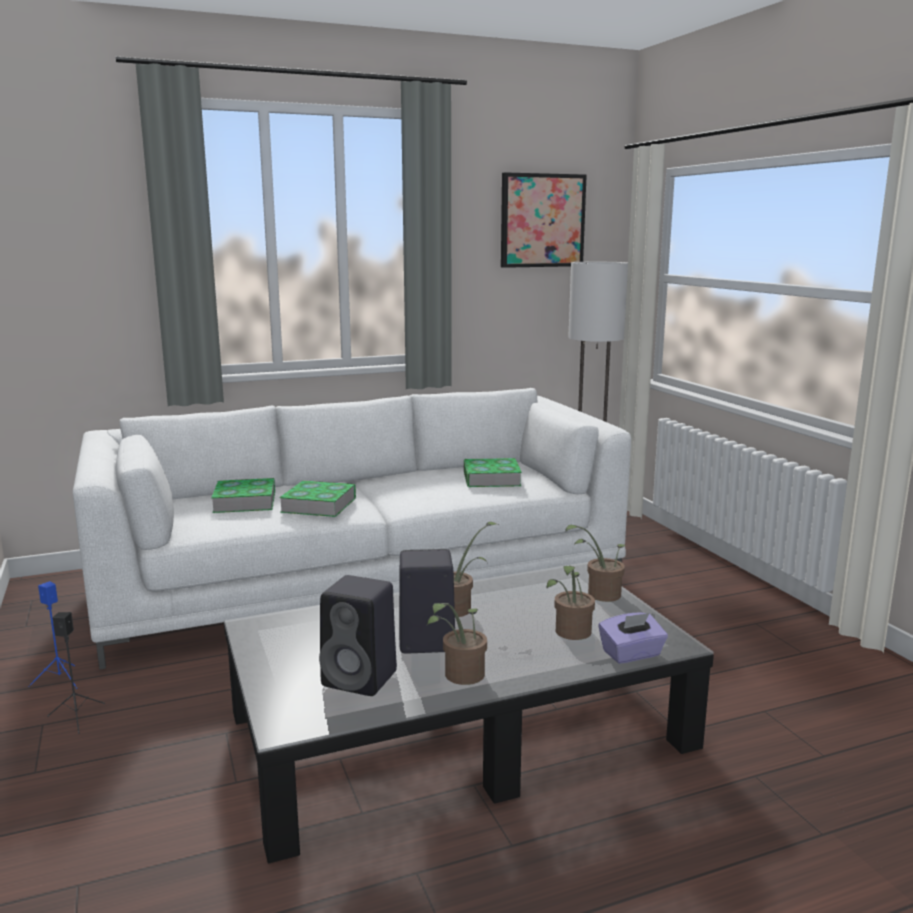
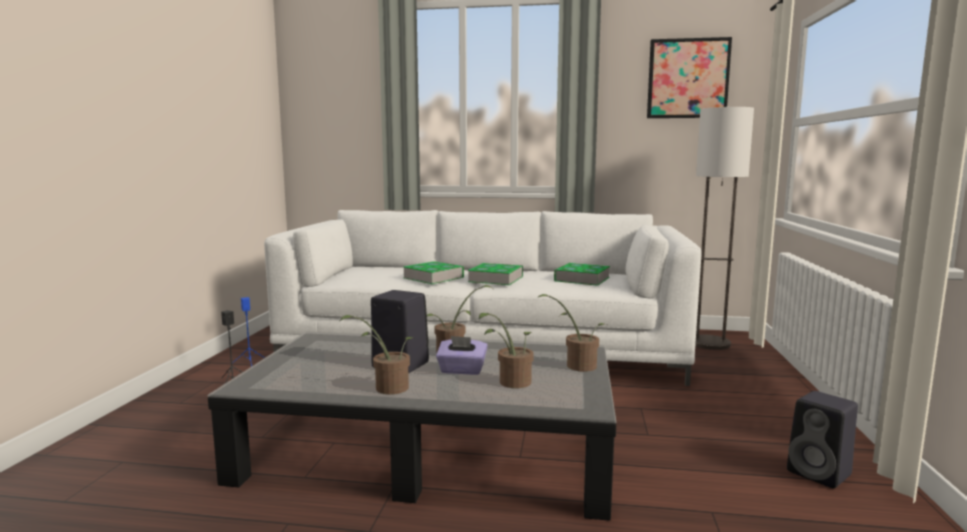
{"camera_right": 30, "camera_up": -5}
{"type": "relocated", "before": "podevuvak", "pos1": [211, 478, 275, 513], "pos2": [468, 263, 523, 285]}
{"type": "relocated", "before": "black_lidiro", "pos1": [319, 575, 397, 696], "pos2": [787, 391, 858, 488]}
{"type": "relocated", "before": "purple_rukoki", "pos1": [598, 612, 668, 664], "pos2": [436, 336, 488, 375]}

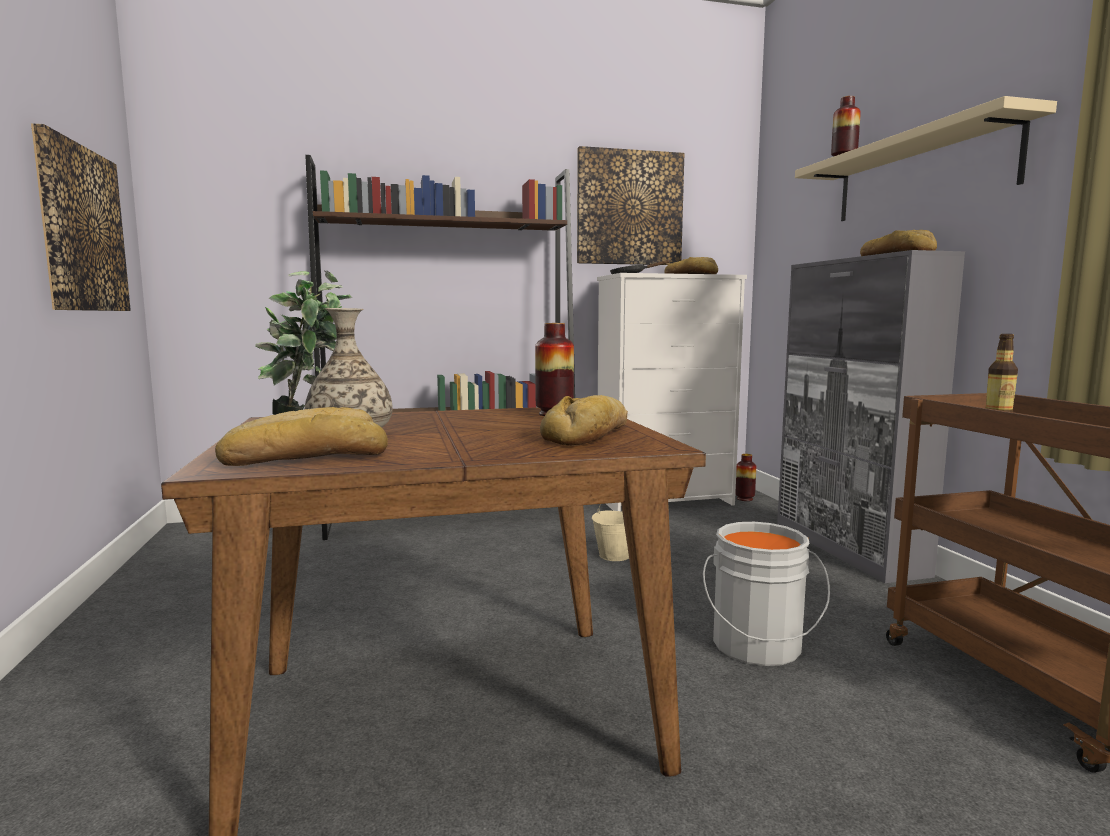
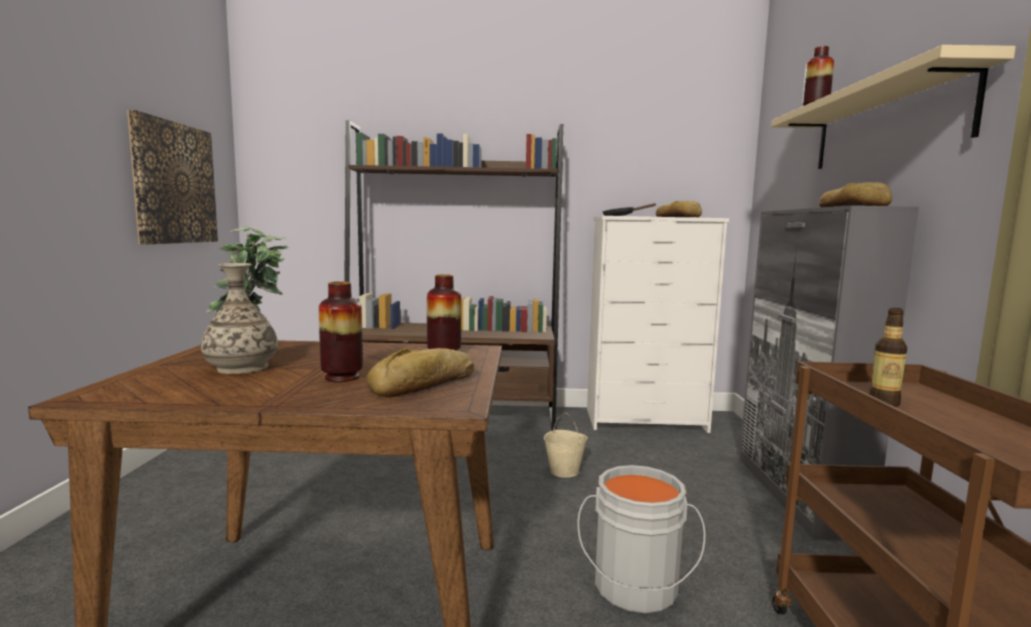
{"camera_right": 15, "camera_up": 0}
{"type": "missing", "before": "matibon", "pos1": [215, 407, 388, 466]}
{"type": "missing", "before": "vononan", "pos1": [577, 146, 685, 265]}
{"type": "relocated", "before": "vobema", "pos1": [735, 454, 756, 501], "pos2": [319, 282, 363, 382]}

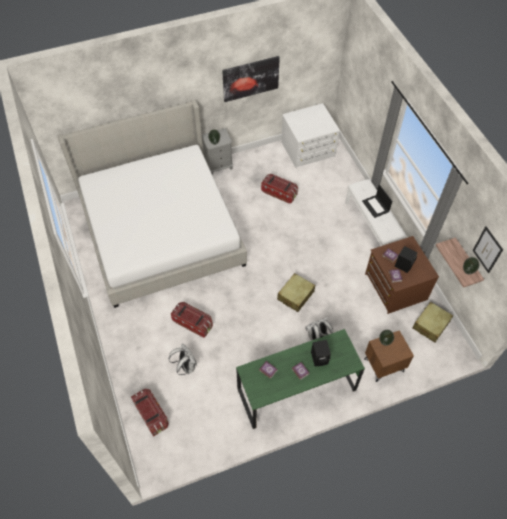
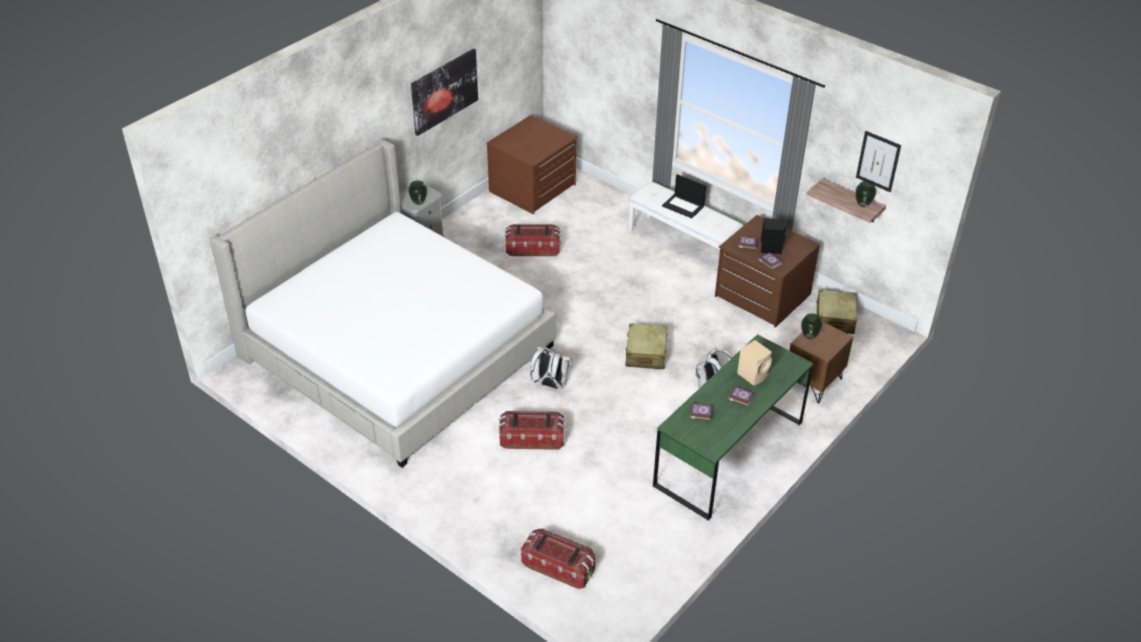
{"camera_right": -30, "camera_up": -15}
{"type": "relocated", "before": "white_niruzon", "pos1": [169, 343, 197, 375], "pos2": [530, 347, 572, 389]}
{"type": "colour", "before": "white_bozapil", "after": "brown_bozapil", "pos1": [281, 103, 340, 169], "pos2": [486, 115, 578, 215]}
{"type": "colour", "before": "black_lidiro", "after": "beige_lidiro", "pos1": [311, 340, 331, 366], "pos2": [737, 340, 772, 386]}

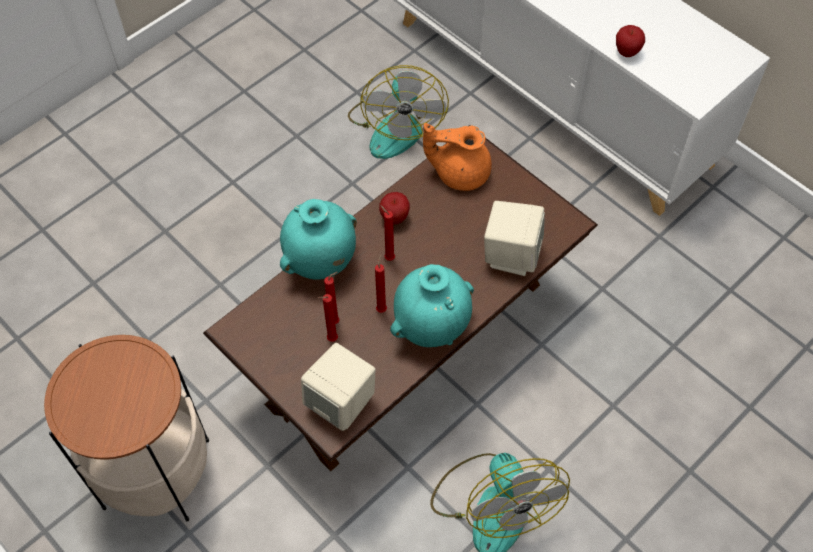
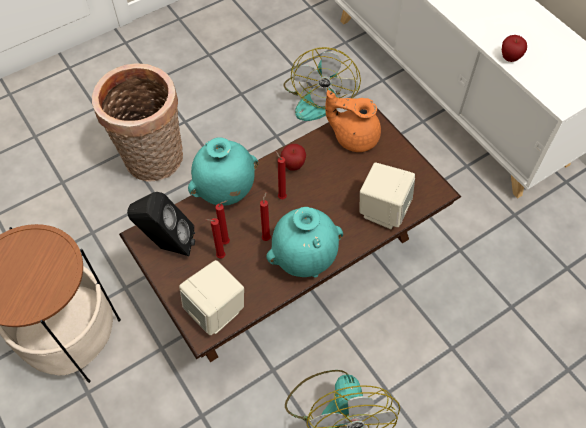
{"camera_right": 10, "camera_up": 0}
{"type": "appeared", "after": "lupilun", "pos2": [92, 63, 183, 182]}
{"type": "appeared", "after": "black_lidiro", "pos2": [127, 192, 195, 256]}

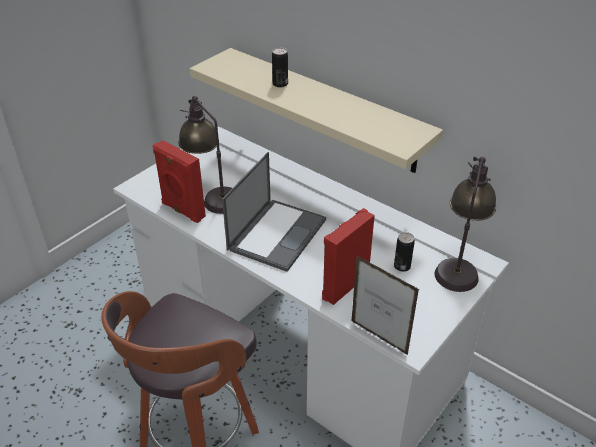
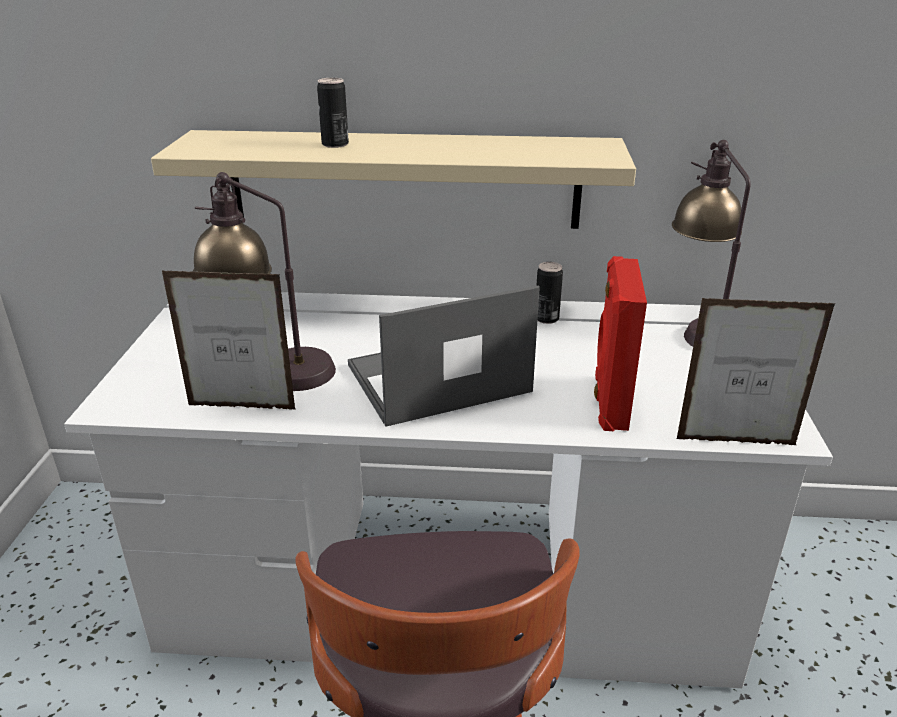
{"camera_right": -35, "camera_up": -10}
{"type": "exchanged", "before": "red_lidiro", "after": "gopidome", "pos1": [153, 140, 206, 223], "pos2": [162, 271, 296, 410]}
{"type": "spun", "before": "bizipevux", "pos1": [222, 152, 326, 272], "pos2": [348, 285, 540, 427], "turn": -105}
{"type": "relocated", "before": "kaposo", "pos1": [394, 232, 415, 272], "pos2": [536, 262, 563, 324]}

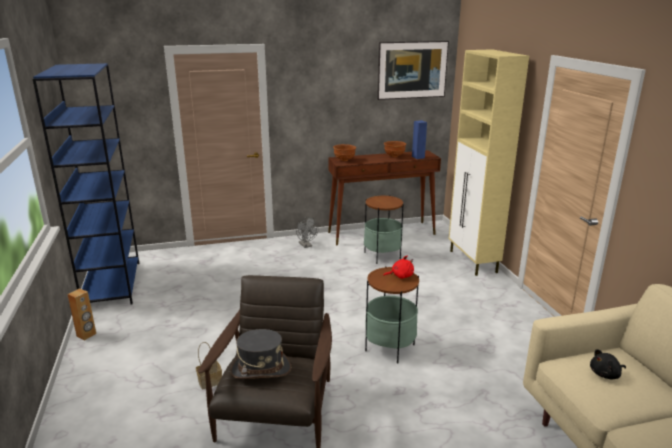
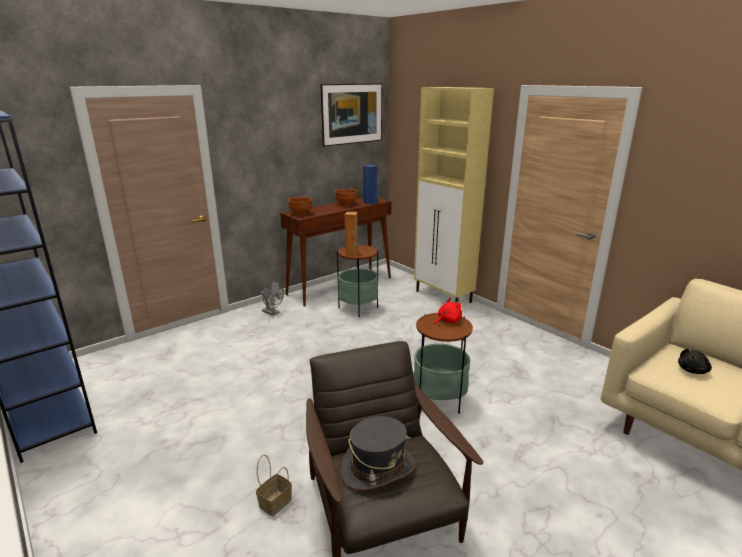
{"camera_right": -25, "camera_up": 0}
{"type": "relocated", "before": "brown_lidiro", "pos1": [67, 288, 96, 341], "pos2": [345, 212, 358, 256]}

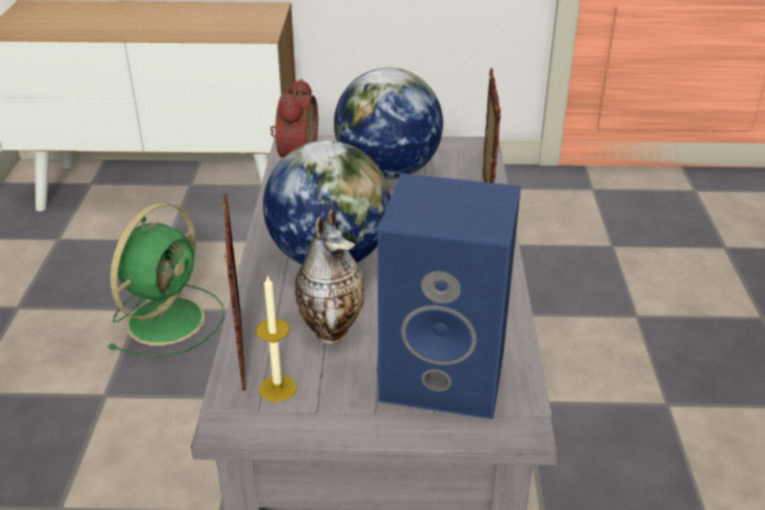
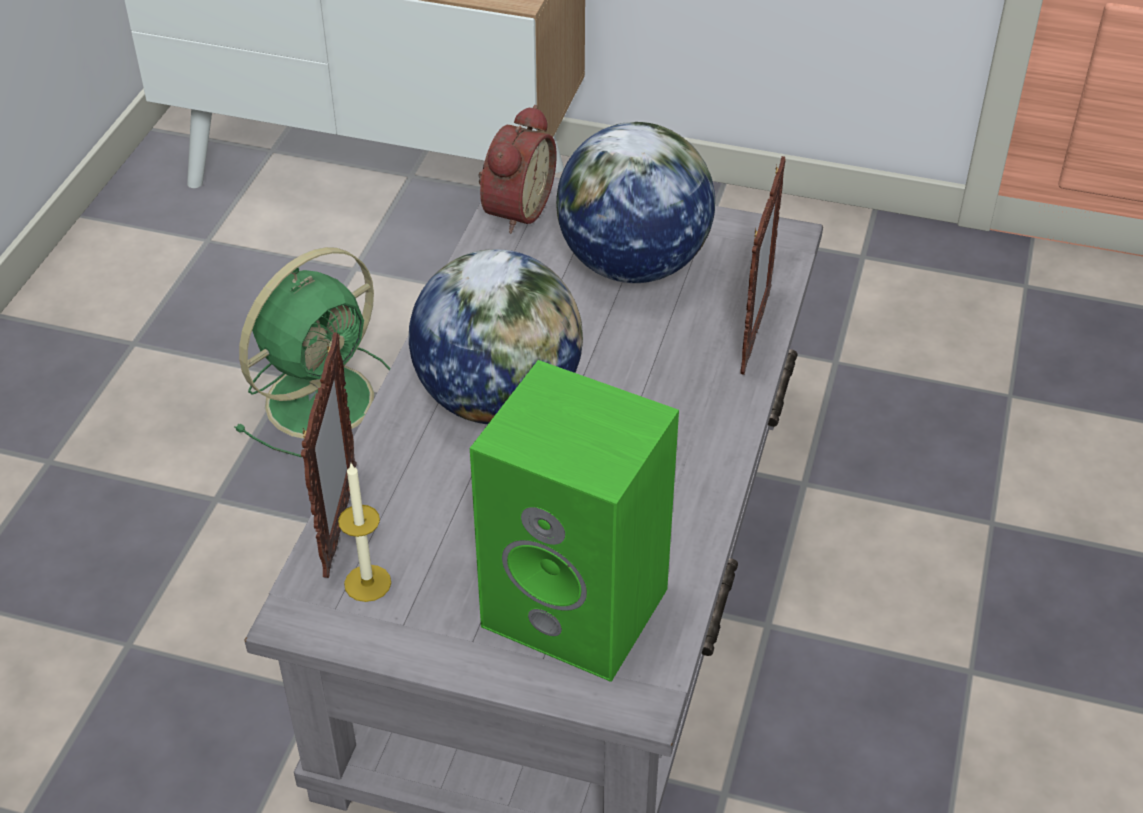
{"camera_right": 15, "camera_up": 10}
{"type": "missing", "before": "vobema", "pos1": [295, 209, 365, 344]}
{"type": "colour", "before": "blue_lidiro", "after": "green_lidiro", "pos1": [378, 173, 521, 419], "pos2": [470, 360, 679, 682]}

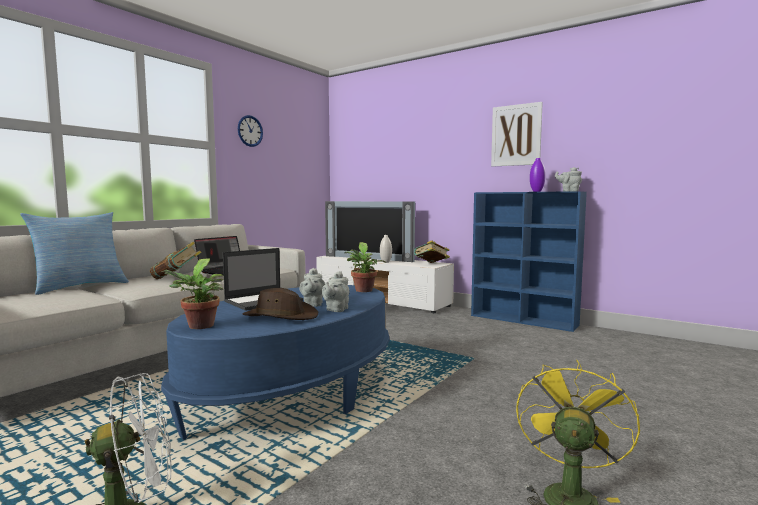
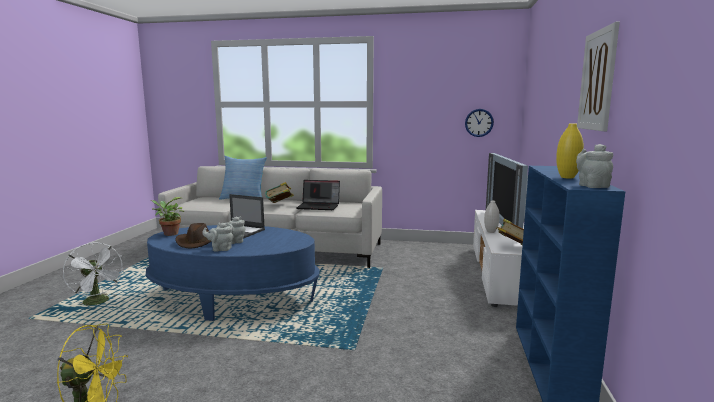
{"camera_right": 65, "camera_up": 5}
{"type": "relocated", "before": "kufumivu", "pos1": [238, 115, 263, 147], "pos2": [465, 109, 494, 137]}
{"type": "missing", "before": "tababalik", "pos1": [344, 242, 386, 292]}
{"type": "colour", "before": "purple_vobema", "after": "yellow_vobema", "pos1": [530, 158, 546, 192], "pos2": [556, 123, 584, 179]}

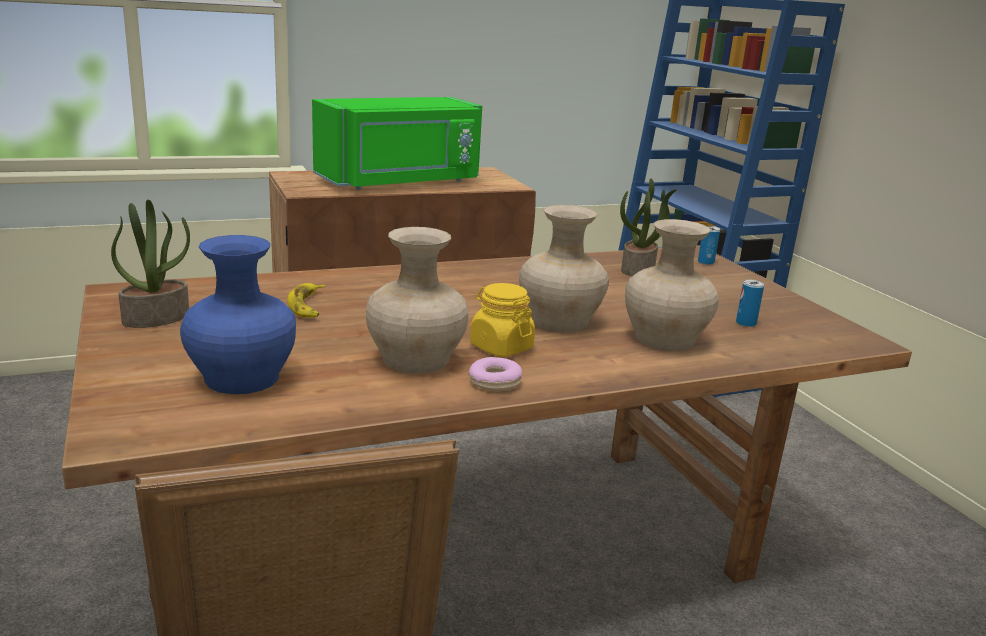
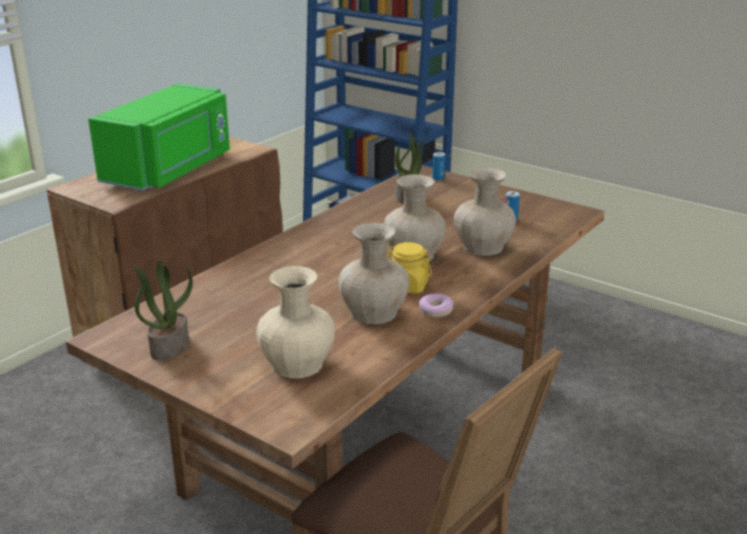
{"camera_right": -30, "camera_up": 5}
{"type": "colour", "before": "blue_vobema", "after": "beige_vobema", "pos1": [180, 235, 296, 394], "pos2": [256, 266, 335, 379]}
{"type": "missing", "before": "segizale", "pos1": [287, 283, 325, 318]}

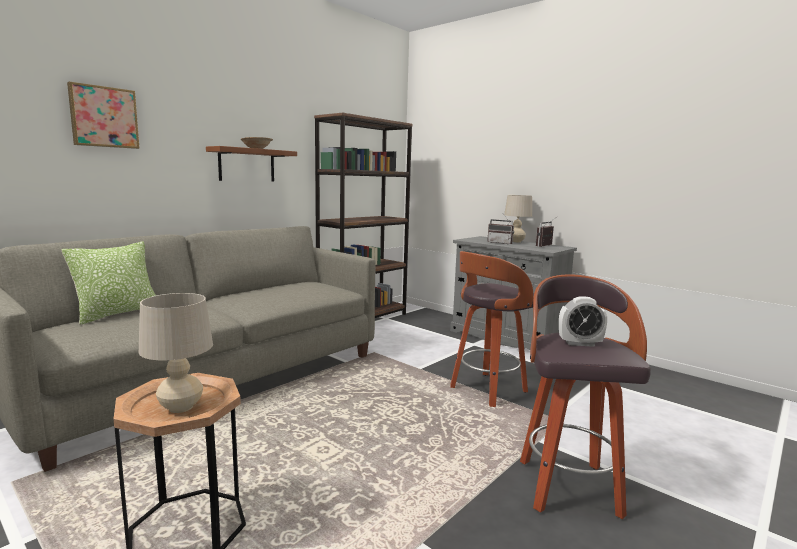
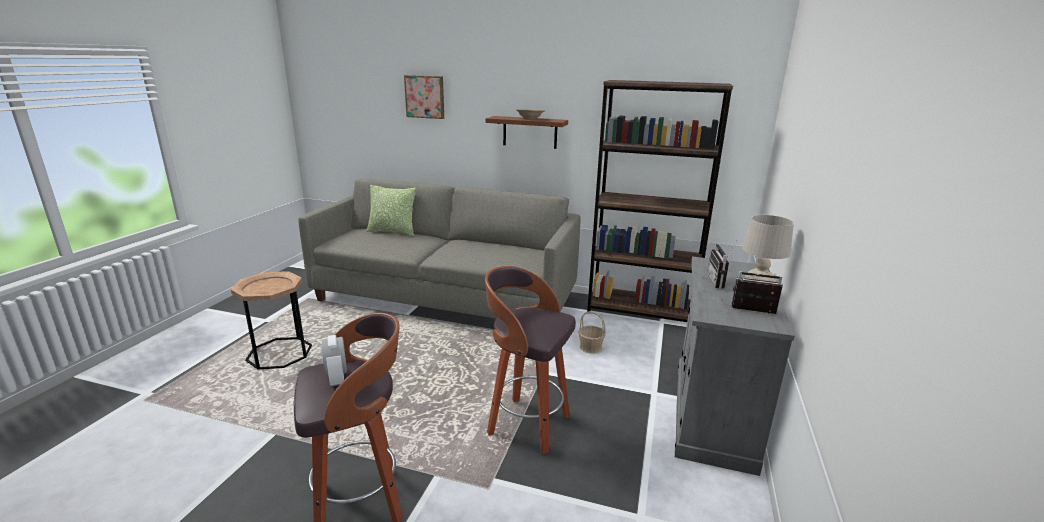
{"camera_right": 65, "camera_up": 10}
{"type": "missing", "before": "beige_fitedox", "pos1": [139, 293, 213, 413]}
{"type": "appeared", "after": "lupilun", "pos2": [578, 311, 606, 353]}

